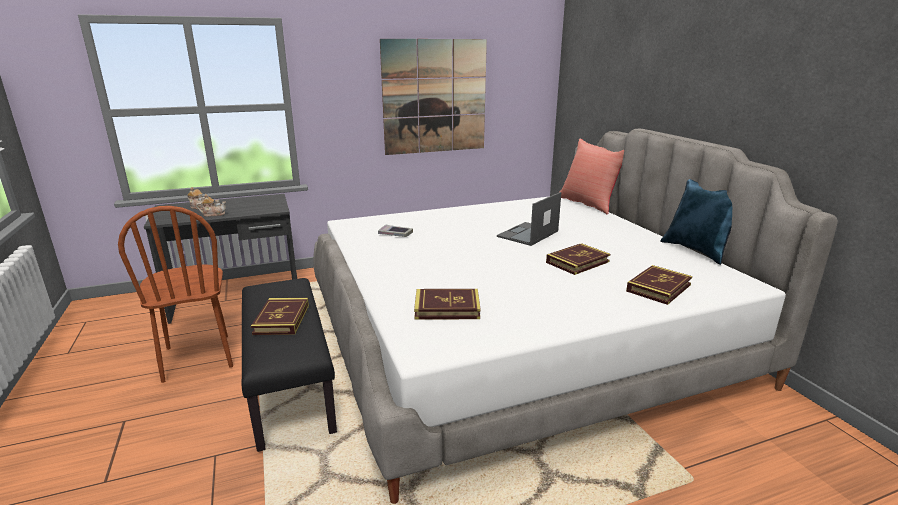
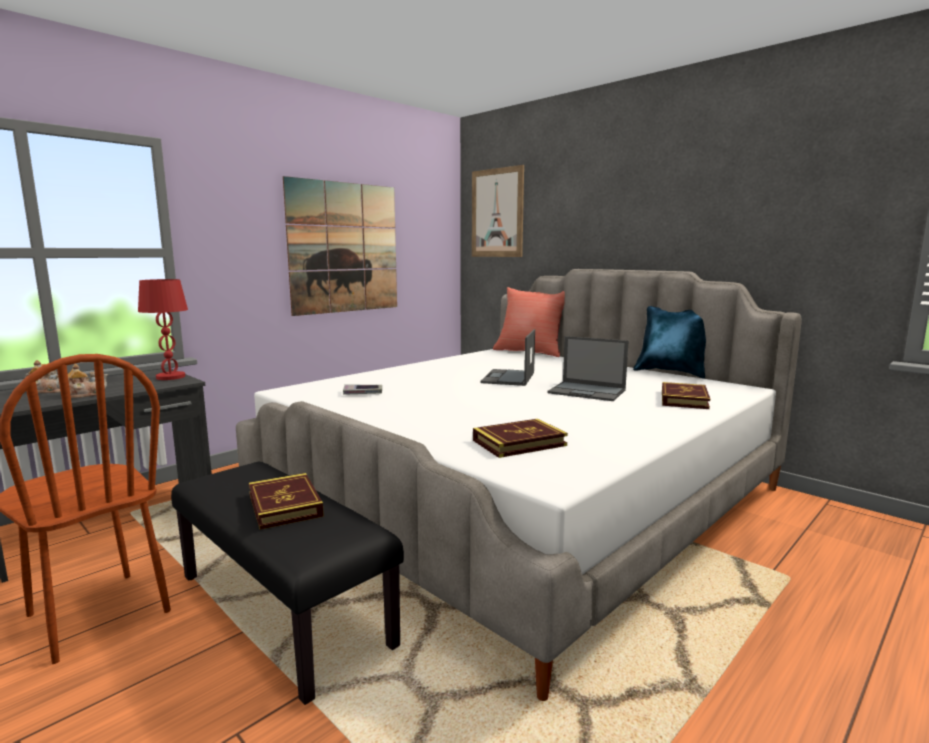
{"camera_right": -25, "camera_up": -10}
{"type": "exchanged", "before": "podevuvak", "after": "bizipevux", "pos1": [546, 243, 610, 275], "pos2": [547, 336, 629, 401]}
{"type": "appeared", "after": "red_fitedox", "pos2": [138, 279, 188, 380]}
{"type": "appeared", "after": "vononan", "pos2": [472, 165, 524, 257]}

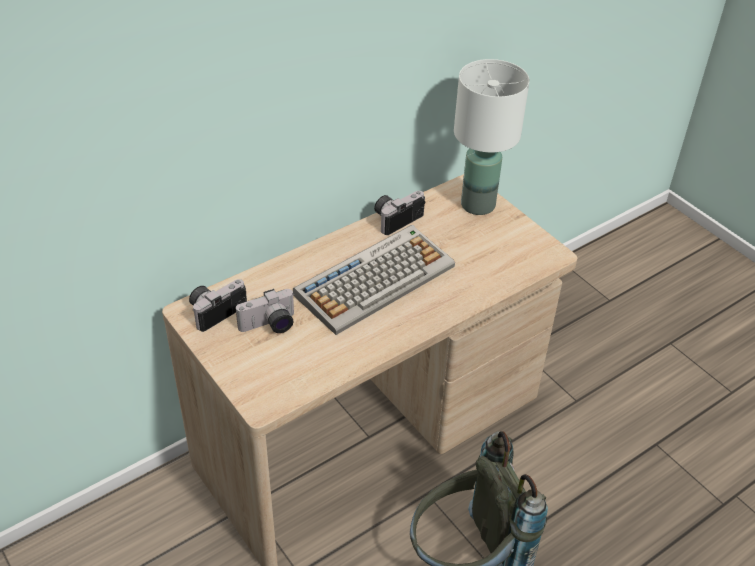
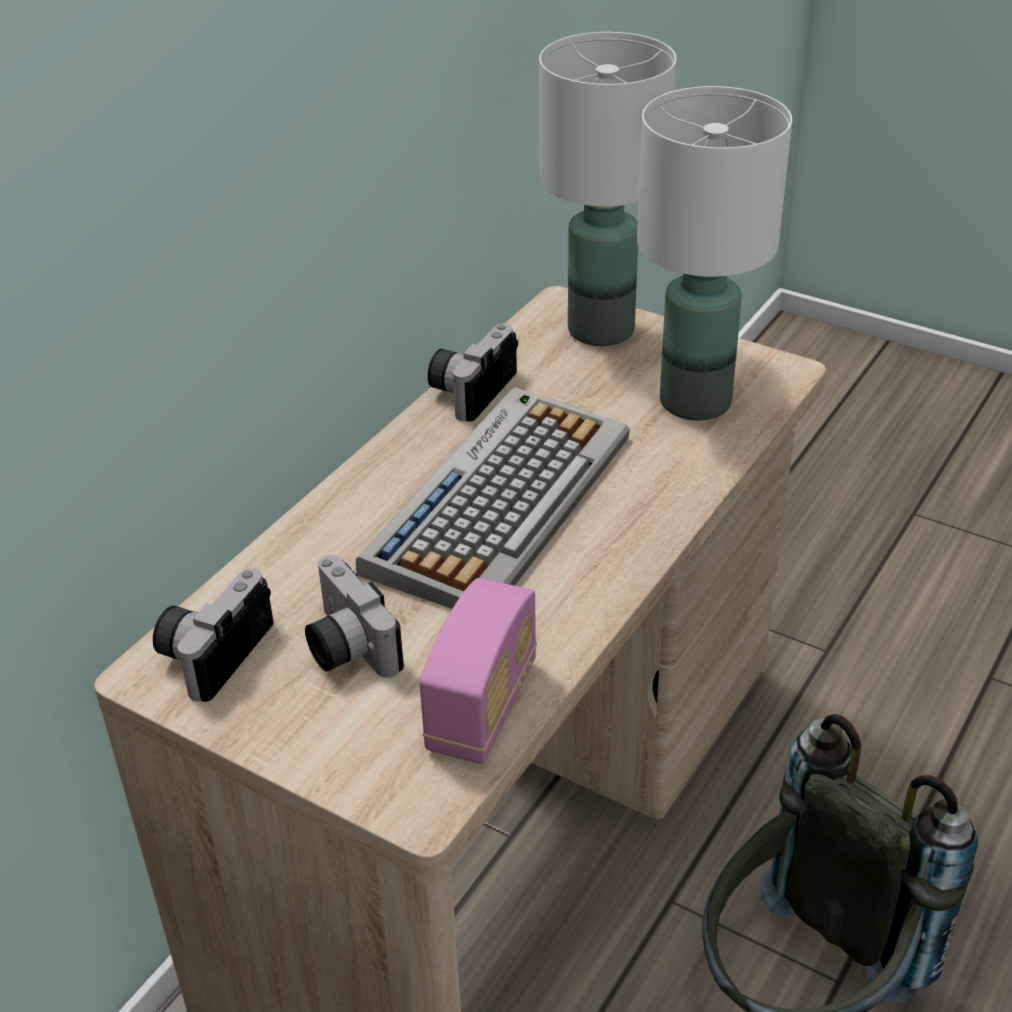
{"camera_right": -20, "camera_up": -5}
{"type": "spun", "before": "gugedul", "pos1": [236, 289, 295, 333], "pos2": [305, 555, 404, 678], "turn": 105}
{"type": "appeared", "after": "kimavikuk", "pos2": [419, 578, 537, 764]}
{"type": "appeared", "after": "white_fitedox", "pos2": [637, 86, 792, 420]}

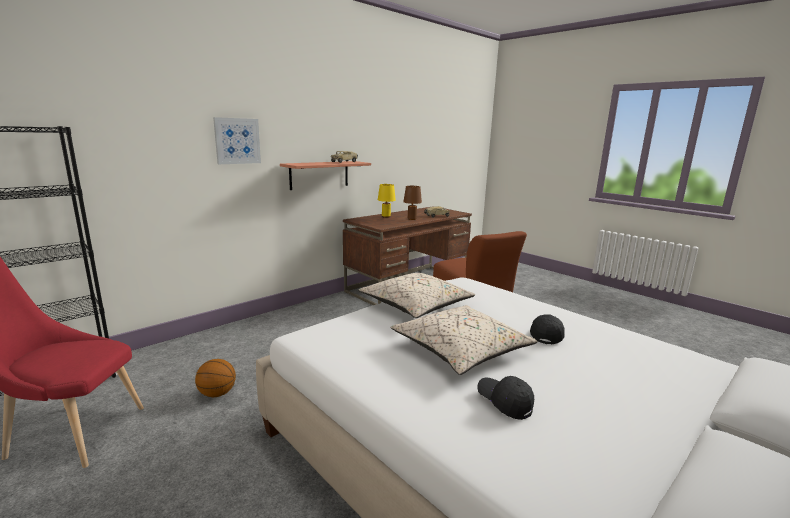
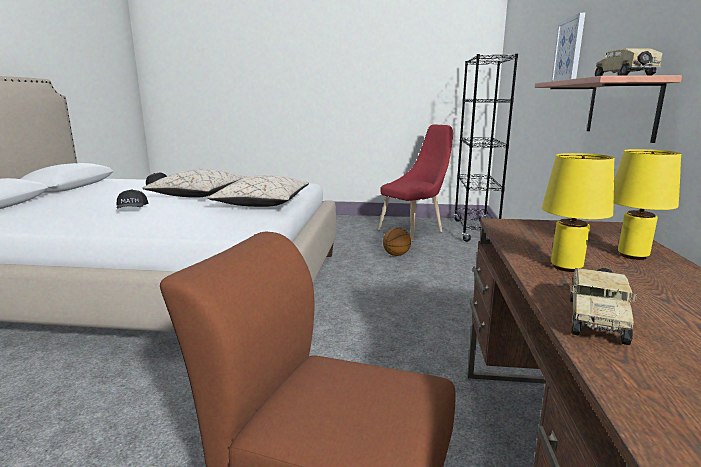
{"camera_right": 140, "camera_up": 0}
{"type": "colour", "before": "brown_fitedox", "after": "yellow_fitedox", "pos1": [403, 186, 422, 220], "pos2": [542, 153, 615, 272]}

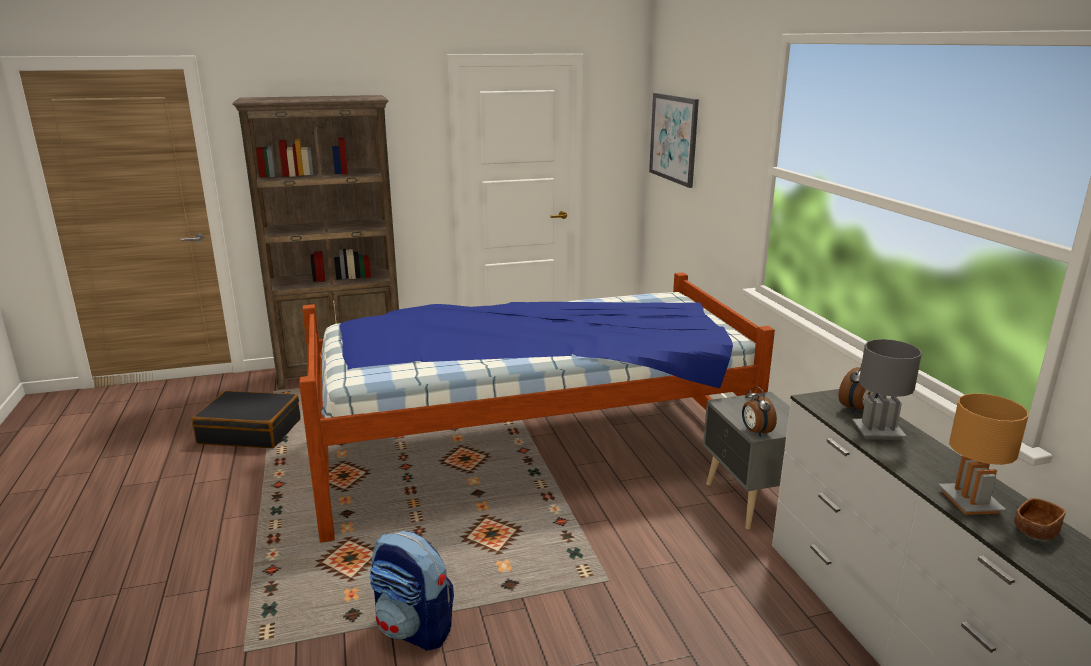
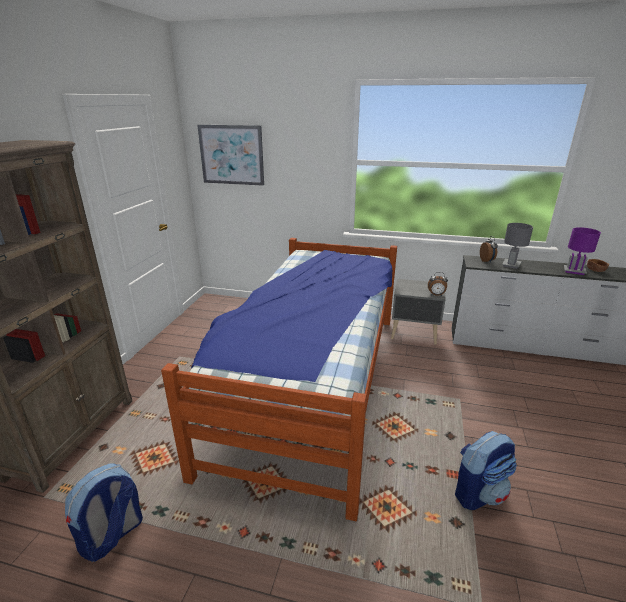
{"camera_right": -60, "camera_up": 5}
{"type": "exchanged", "before": "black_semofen", "after": "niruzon", "pos1": [192, 391, 301, 448], "pos2": [65, 463, 143, 562]}
{"type": "colour", "before": "brown_fitedox", "after": "purple_fitedox", "pos1": [938, 393, 1028, 515], "pos2": [564, 227, 601, 275]}

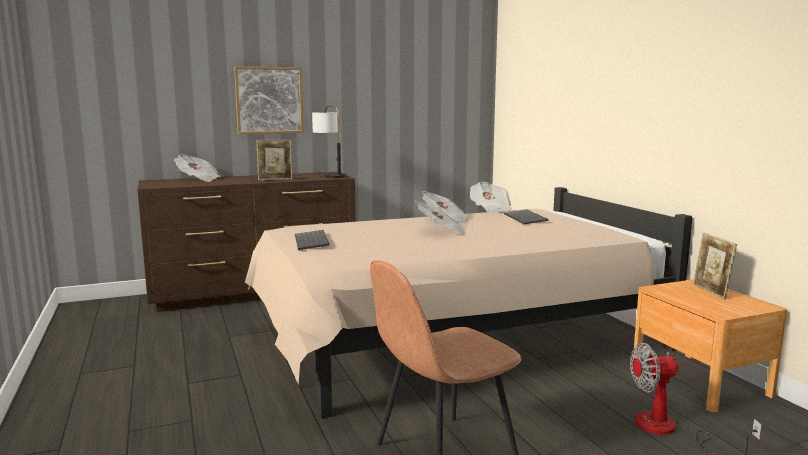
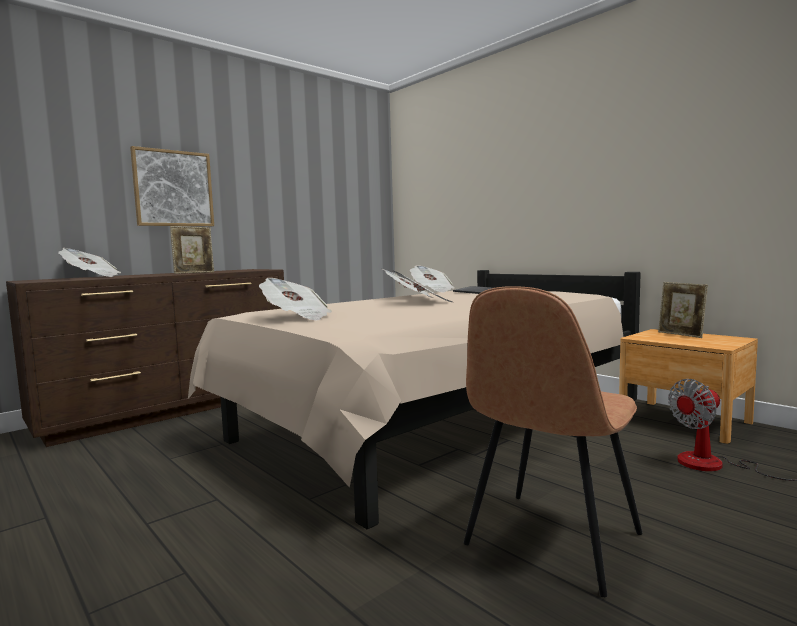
{"camera_right": -20, "camera_up": -5}
{"type": "exchanged", "before": "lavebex", "after": "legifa", "pos1": [295, 230, 329, 250], "pos2": [259, 278, 332, 321]}
{"type": "missing", "before": "fitedox", "pos1": [312, 105, 347, 178]}

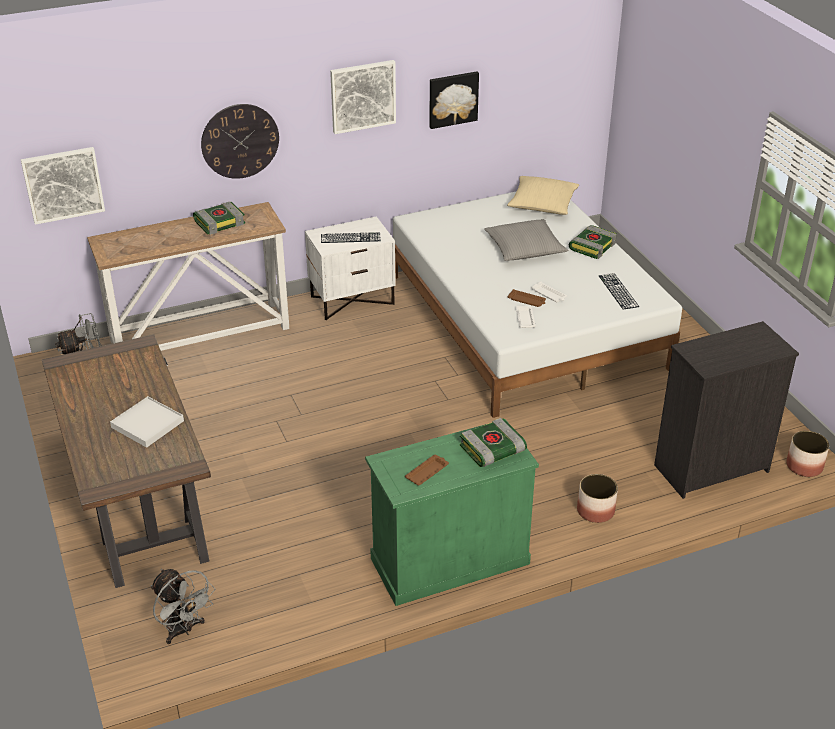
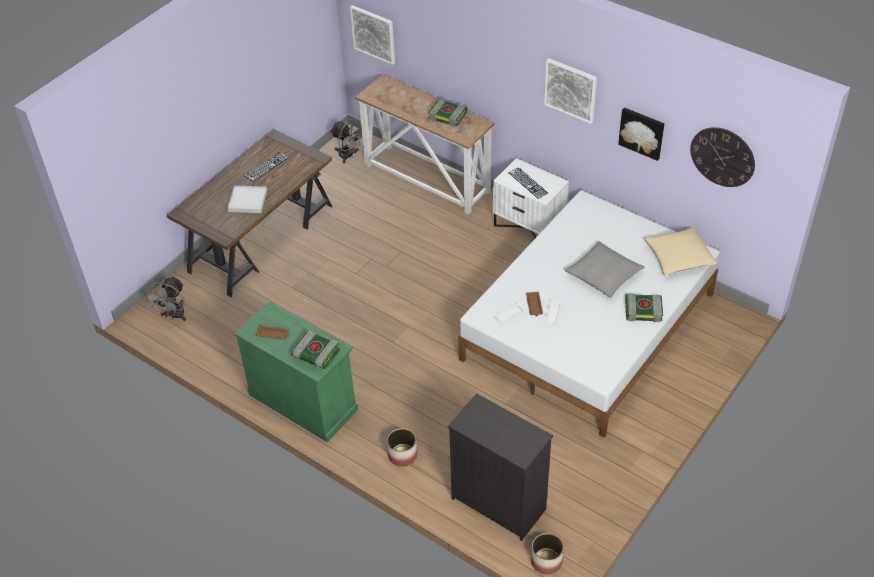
{"camera_right": 60, "camera_up": 10}
{"type": "relocated", "before": "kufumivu", "pos1": [201, 104, 279, 179], "pos2": [690, 127, 755, 187]}
{"type": "relocated", "before": "lavebex", "pos1": [599, 273, 639, 310], "pos2": [244, 152, 289, 182]}

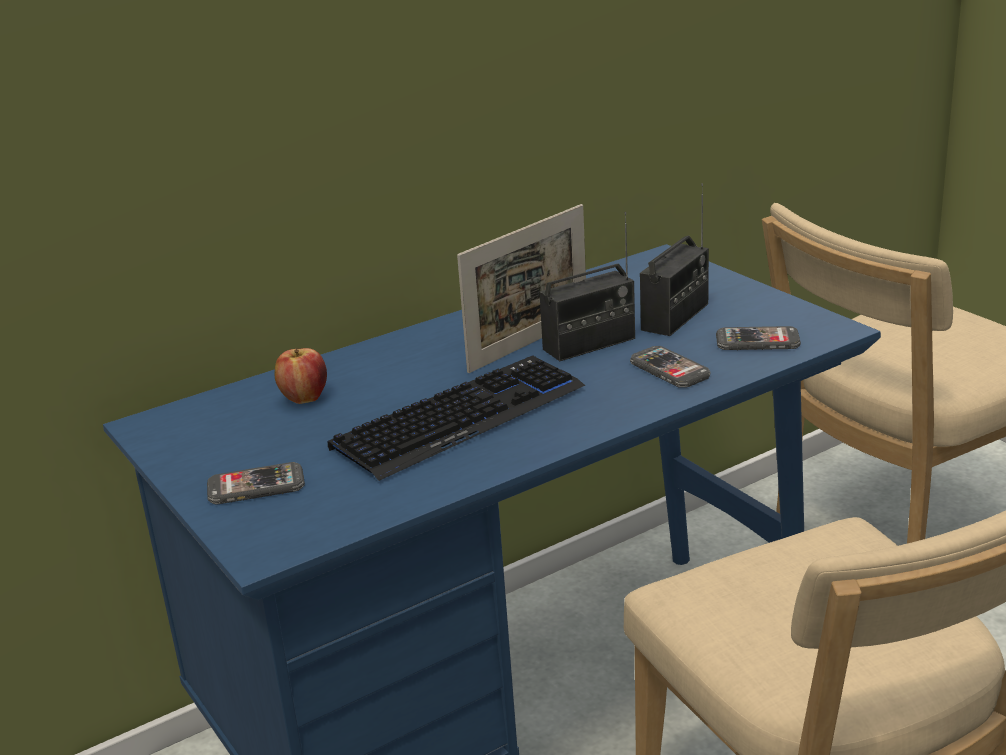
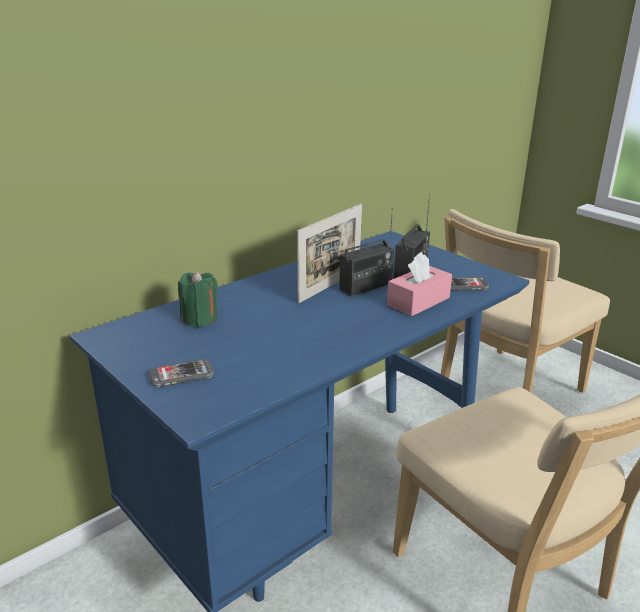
{"camera_right": -10, "camera_up": 0}
{"type": "exchanged", "before": "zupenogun", "after": "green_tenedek", "pos1": [275, 348, 327, 404], "pos2": [178, 270, 218, 327]}
{"type": "missing", "before": "lavebex", "pos1": [328, 355, 585, 481]}
{"type": "exchanged", "before": "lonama", "after": "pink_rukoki", "pos1": [630, 346, 711, 388], "pos2": [387, 252, 452, 316]}

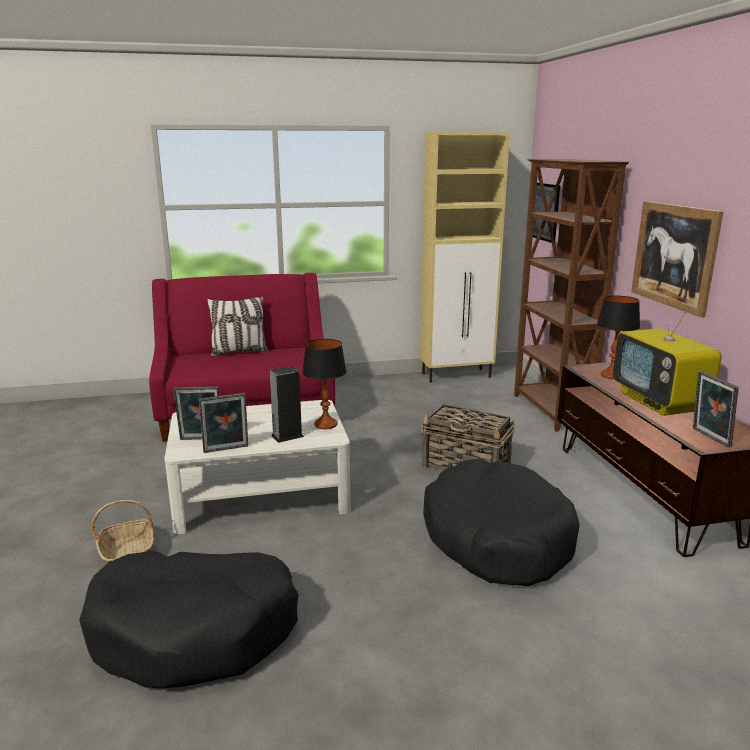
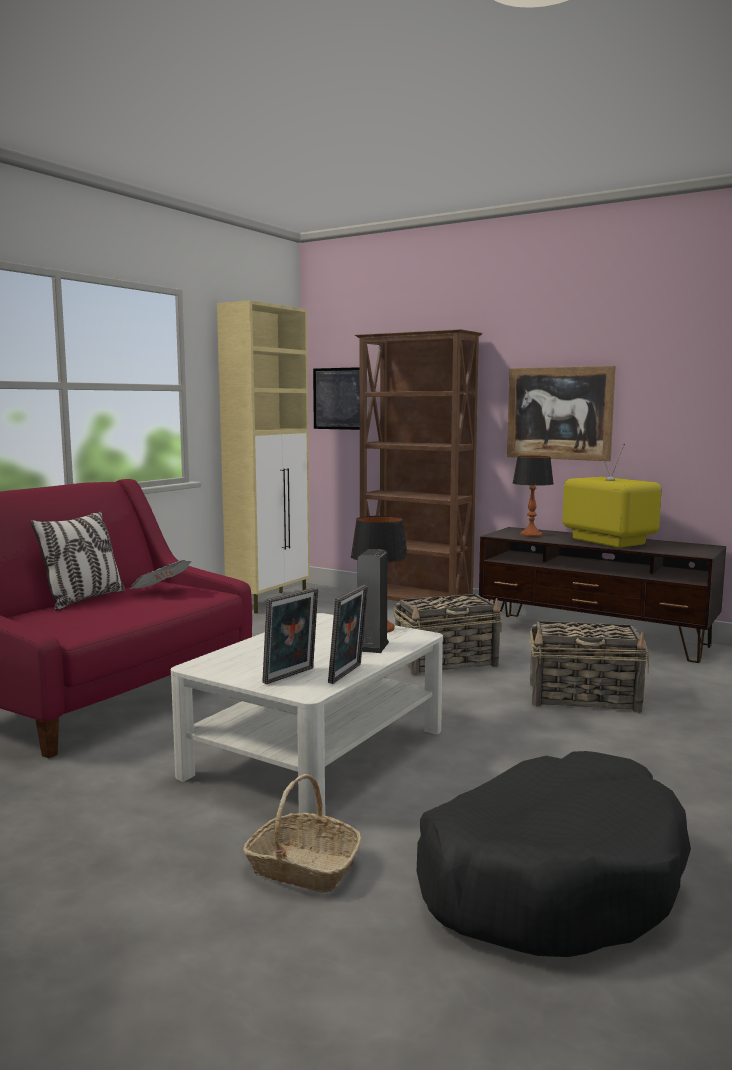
{"camera_right": -45, "camera_up": -10}
{"type": "exchanged", "before": "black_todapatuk", "after": "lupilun", "pos1": [423, 459, 580, 586], "pos2": [529, 621, 649, 713]}
{"type": "spun", "before": "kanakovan", "pos1": [613, 297, 722, 416], "pos2": [562, 443, 662, 548], "turn": -150}
{"type": "missing", "before": "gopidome", "pos1": [693, 371, 739, 448]}
{"type": "appeared", "after": "legifa", "pos2": [129, 560, 191, 589]}

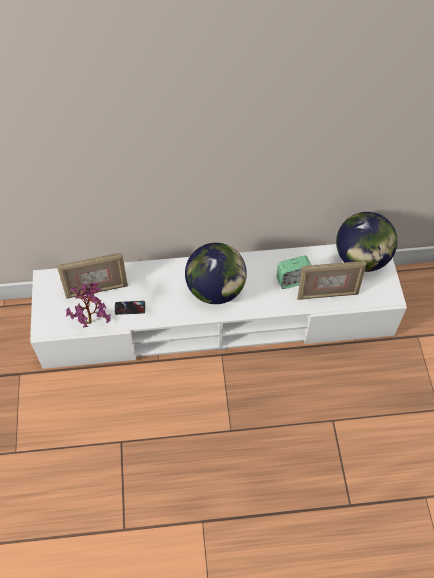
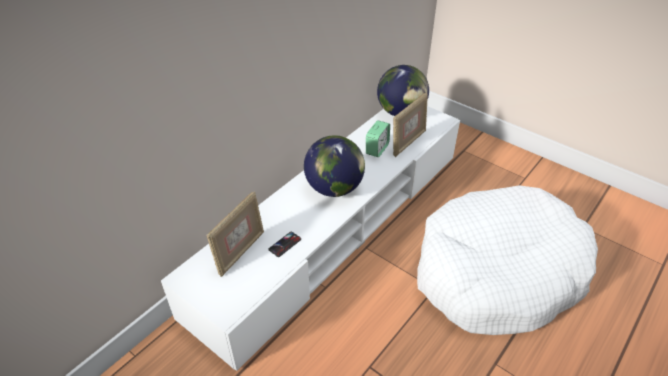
{"camera_right": -45, "camera_up": -15}
{"type": "missing", "before": "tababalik", "pos1": [65, 282, 110, 328]}
{"type": "appeared", "after": "white_todapatuk", "pos2": [417, 185, 598, 335]}

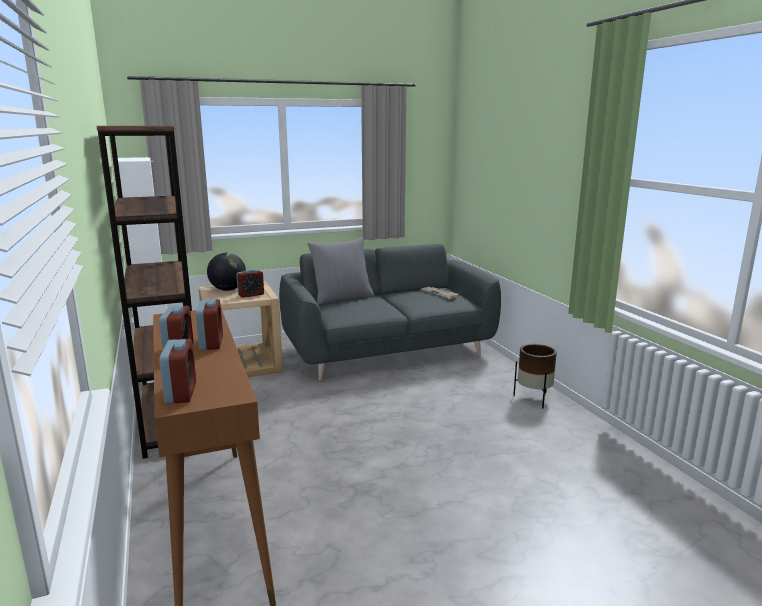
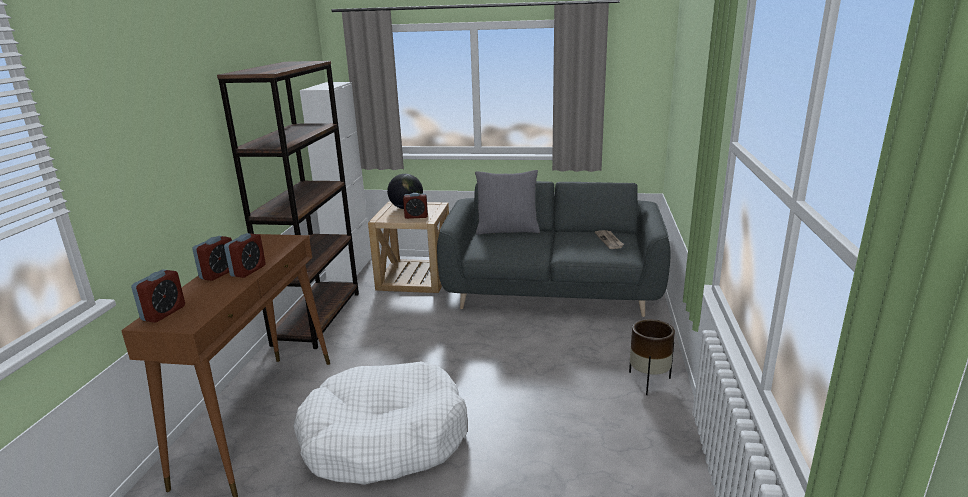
{"camera_right": 30, "camera_up": 5}
{"type": "appeared", "after": "white_todapatuk", "pos2": [293, 362, 468, 485]}

